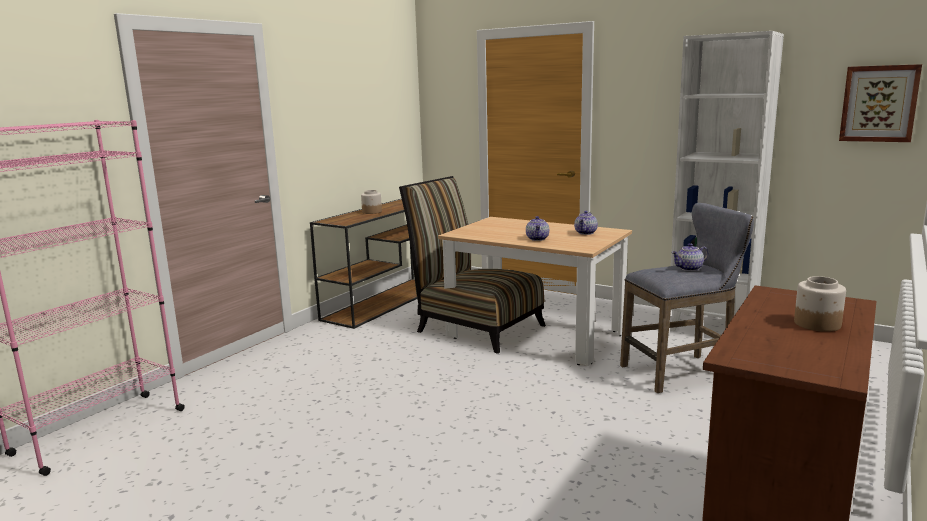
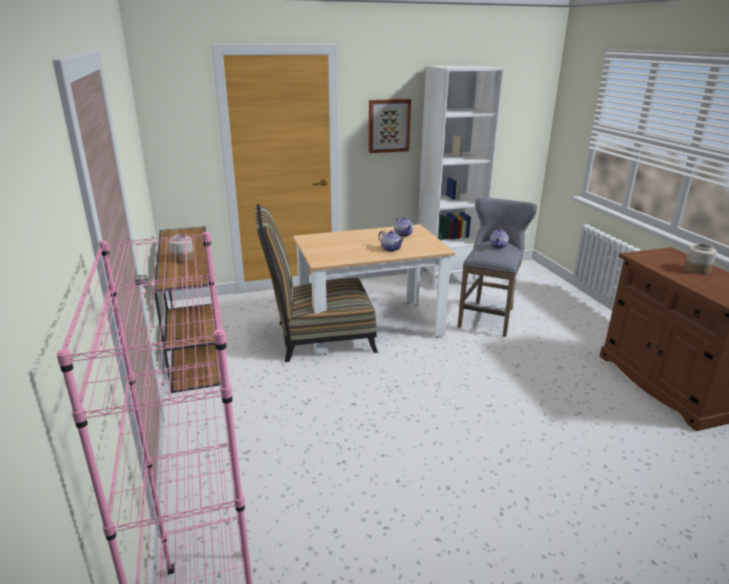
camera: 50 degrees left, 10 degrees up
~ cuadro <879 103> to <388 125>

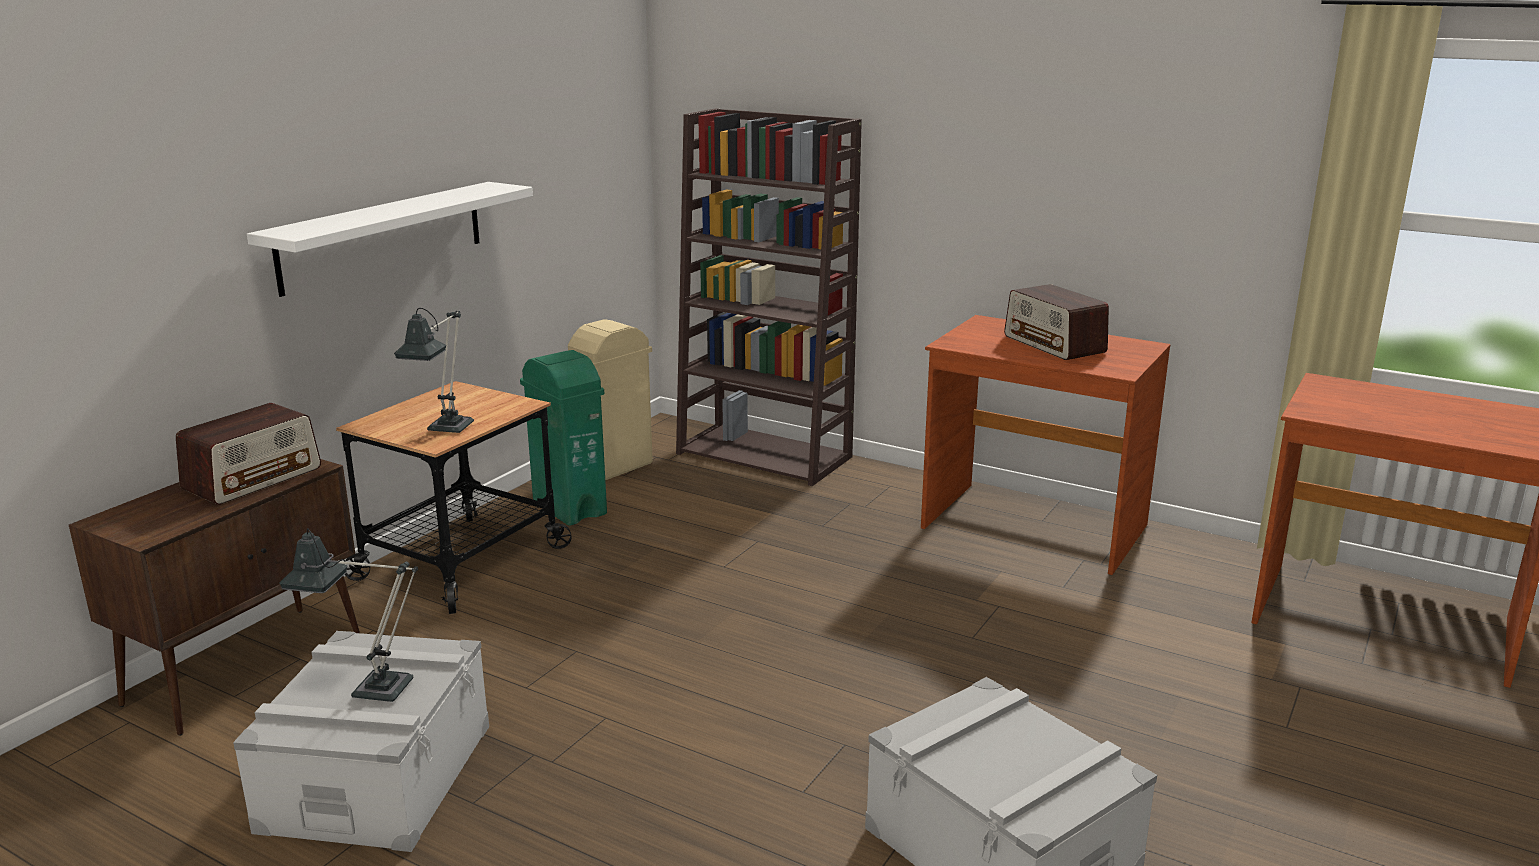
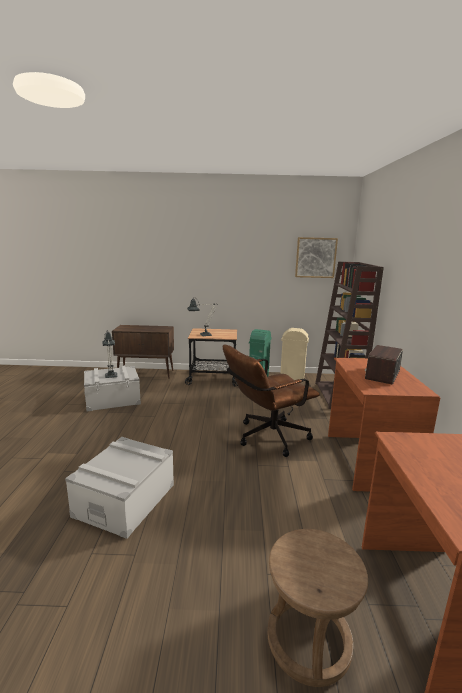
camera: 60 degrees right, 5 degrees down
- estante/blanco <383 236>
- radio <253 478>
+ cuadro <315 257>
+ silla de oficina/marrón <266 438>
+ taburete/marrón <308 639>

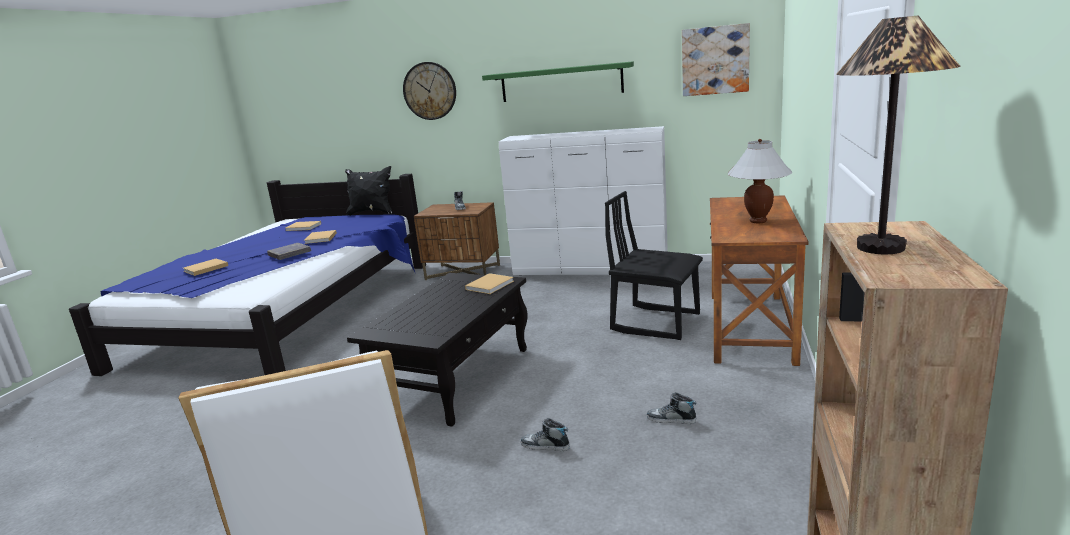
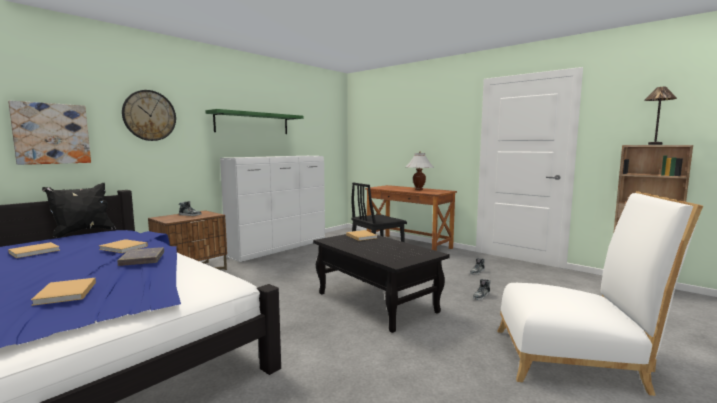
camera: 65 degrees left, 10 degrees down
~ cuadro <715 60> to <51 133>

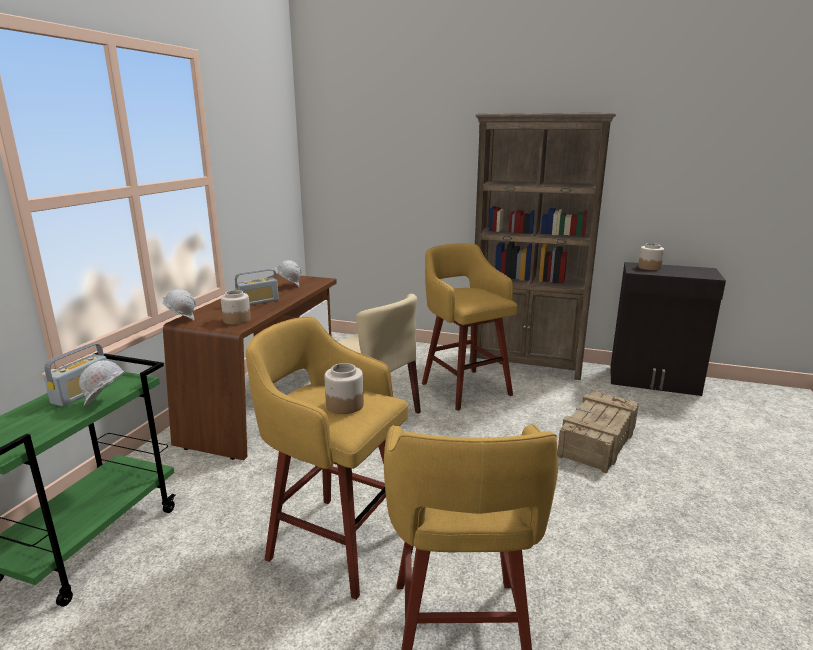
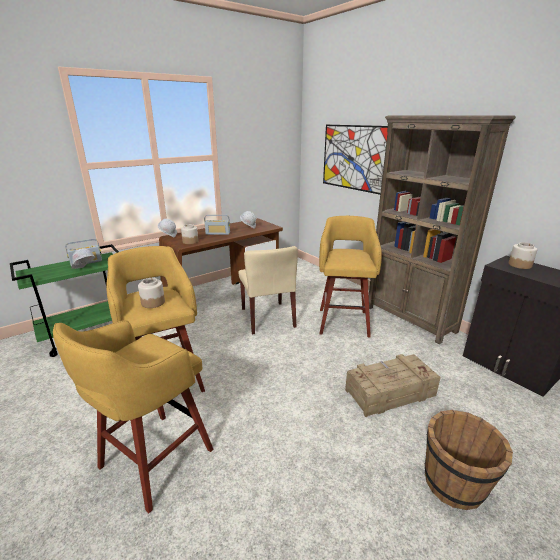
camera: 35 degrees right, 5 degrees up
+ cuadro <355 158>
+ cubo/marrón <454 483>

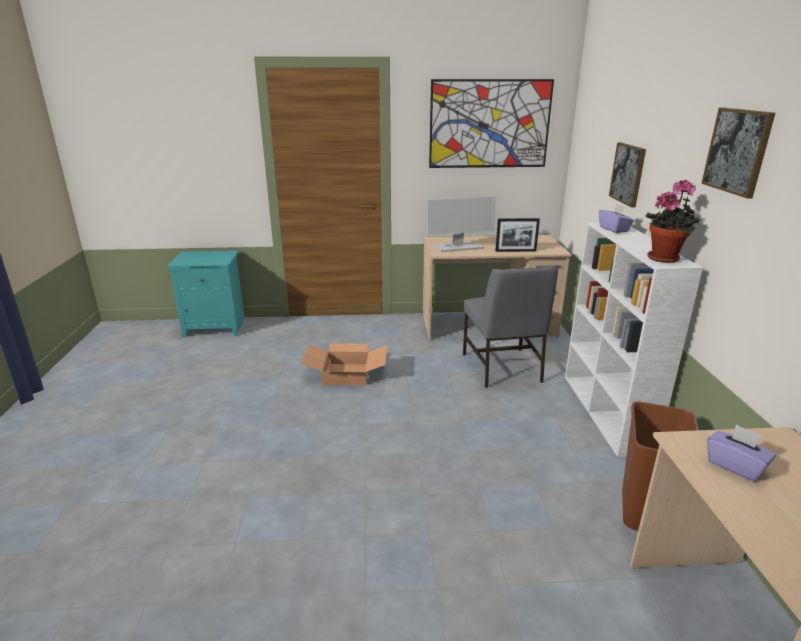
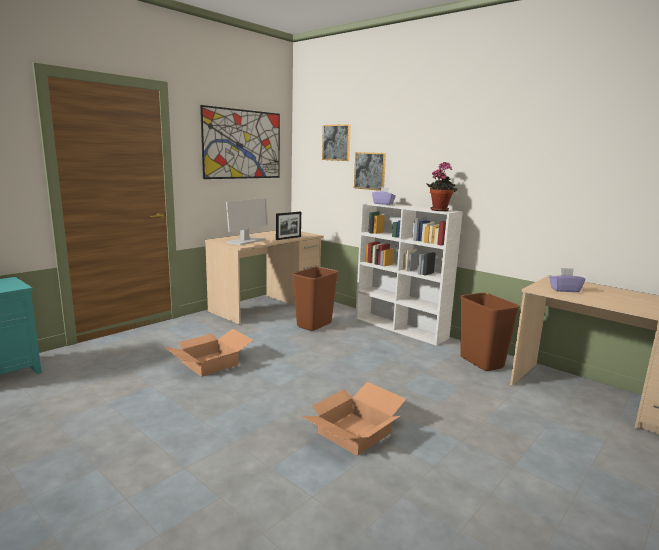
camera: 45 degrees left, 10 degrees down
~ cuadro <737 151> to <336 142>
~ silla/gris <502 368> to papelera/marrón <314 325>
+ caja de cartón <354 433>

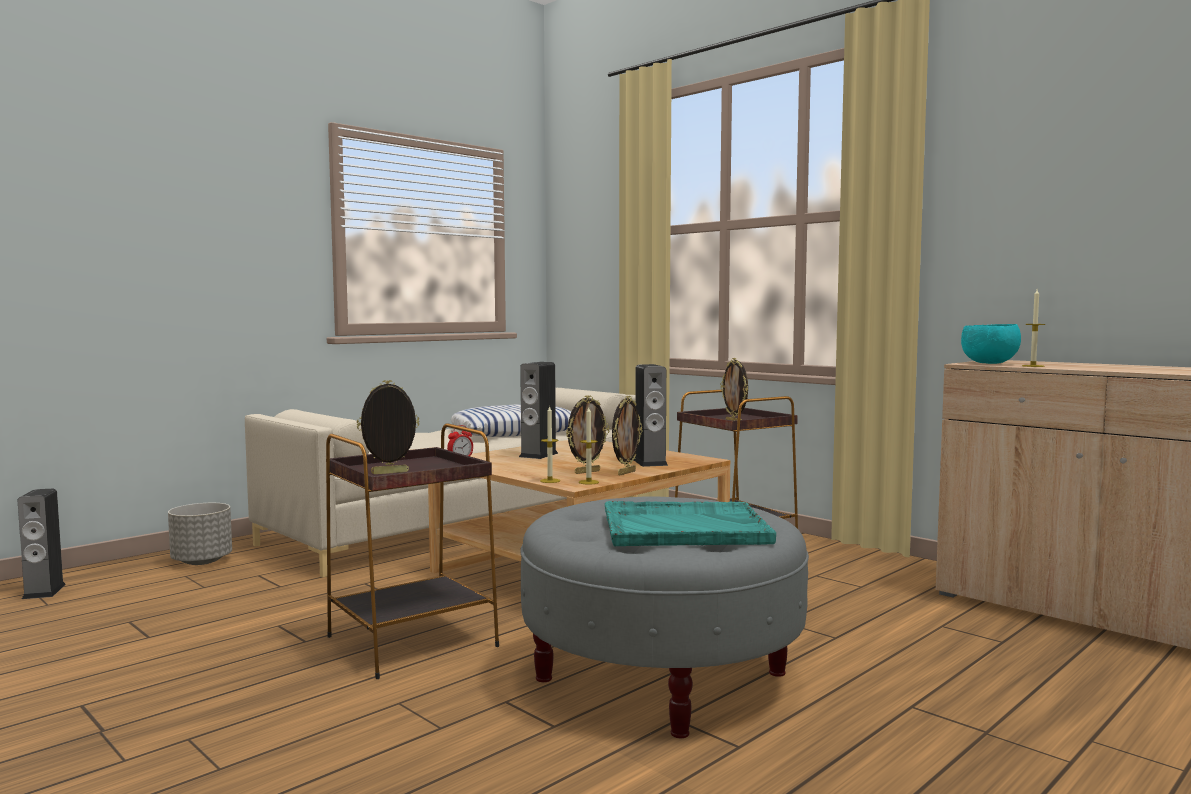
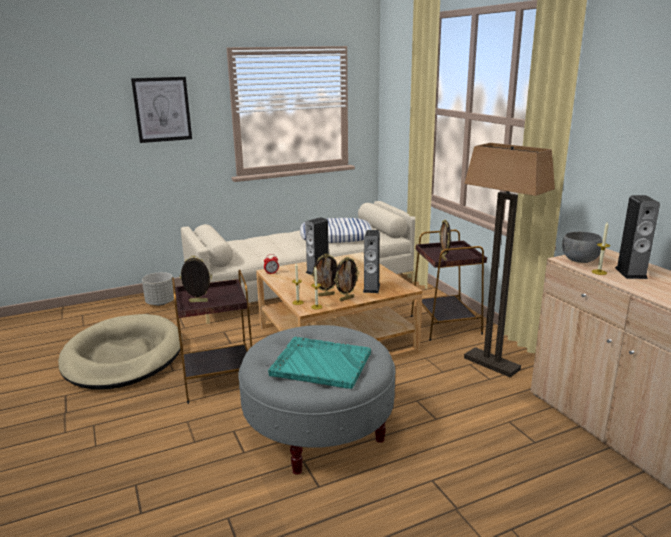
camera: 20 degrees right, 15 degrees up
~ cuenco/turquesa <989 363> to cuenco/gris <579 261>
~ altavoz <44 591> to <630 273>
+ cuadro <162 109>
+ lámpara de pie <492 364>
+ cama para perro/beis <123 356>

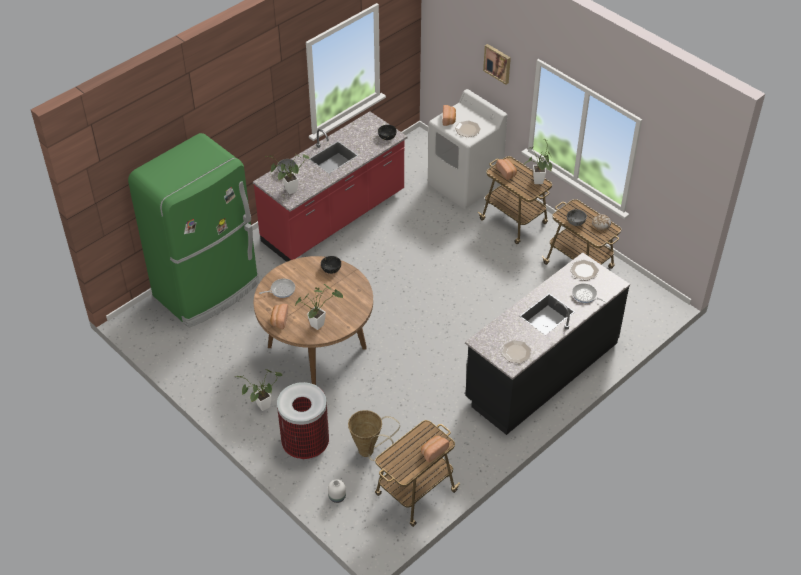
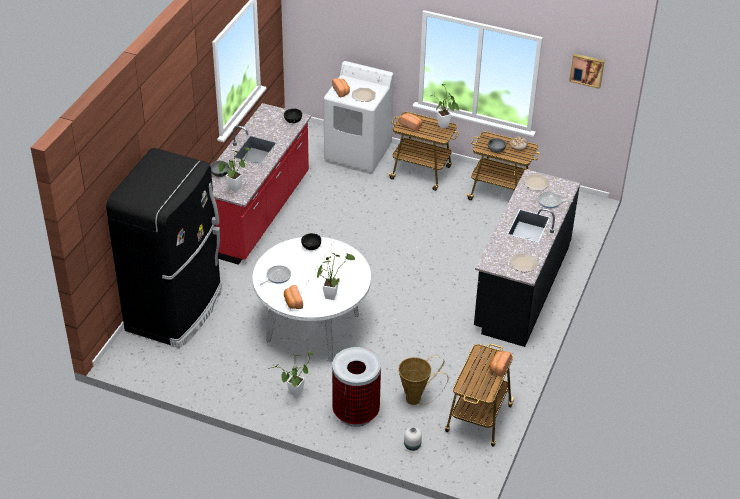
camera: 25 degrees left, 5 degrees down
~ cuadro <498 63> to <587 70>
~ nevera/verde <208 289> to nevera/negro <176 309>
~ mesa de comedor/marrón <317 347> to mesa de comedor/blanco <312 328>

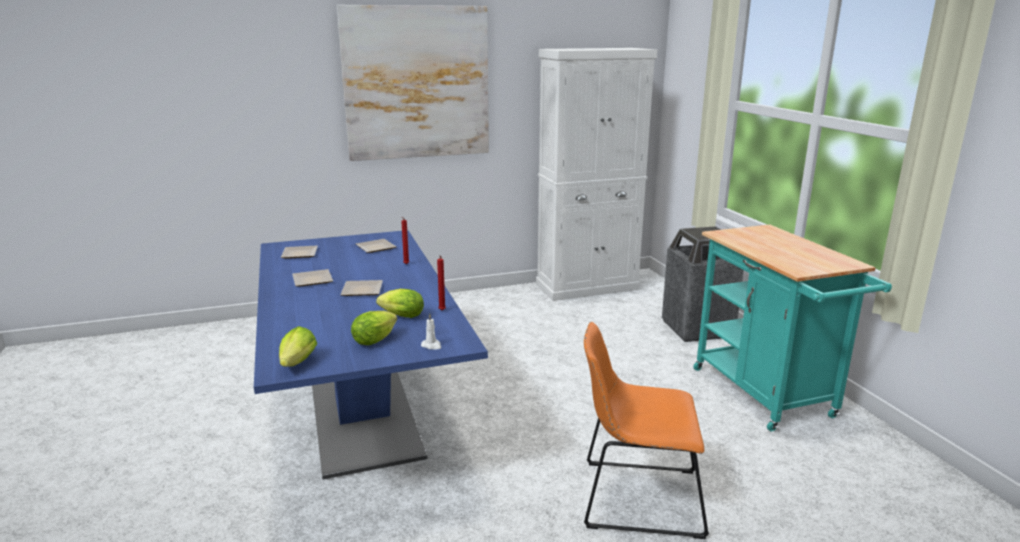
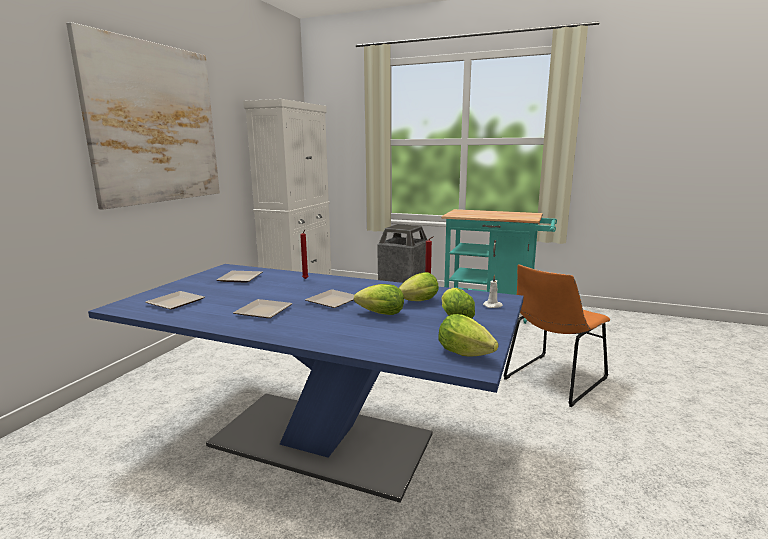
camera: 50 degrees left, 5 degrees down
+ lechuga <378 314>

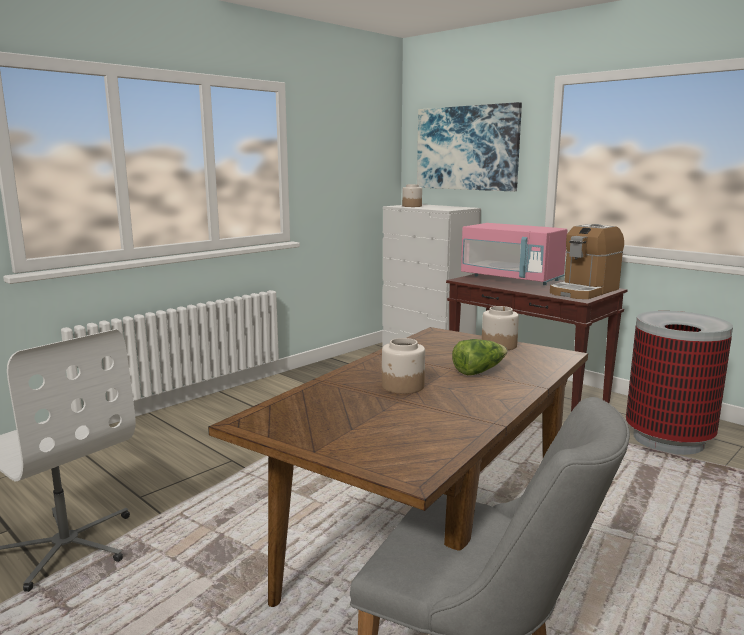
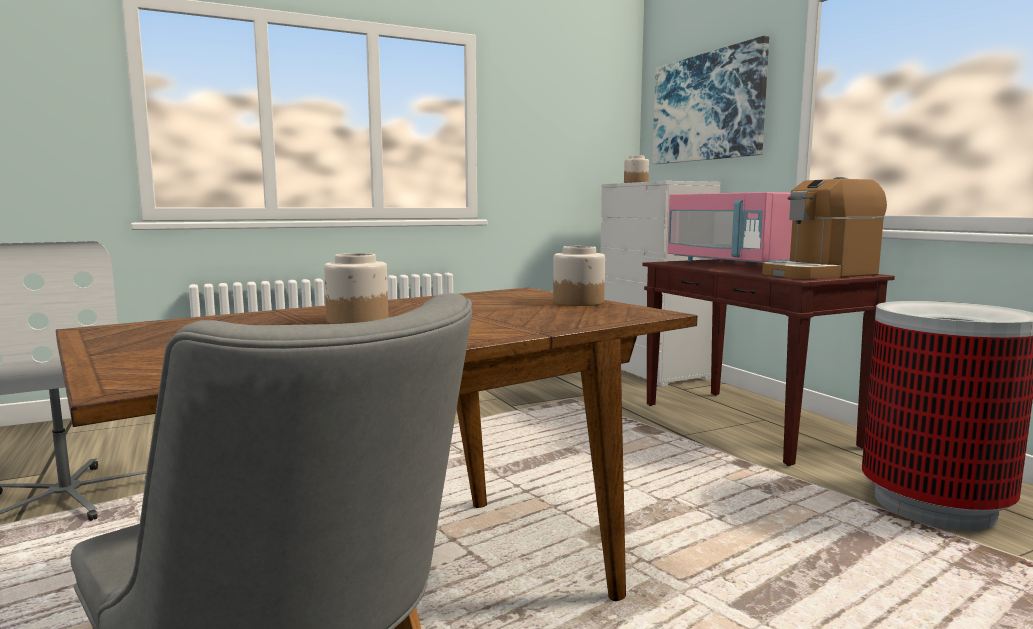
camera: 20 degrees right, 5 degrees down
- lechuga <478 371>

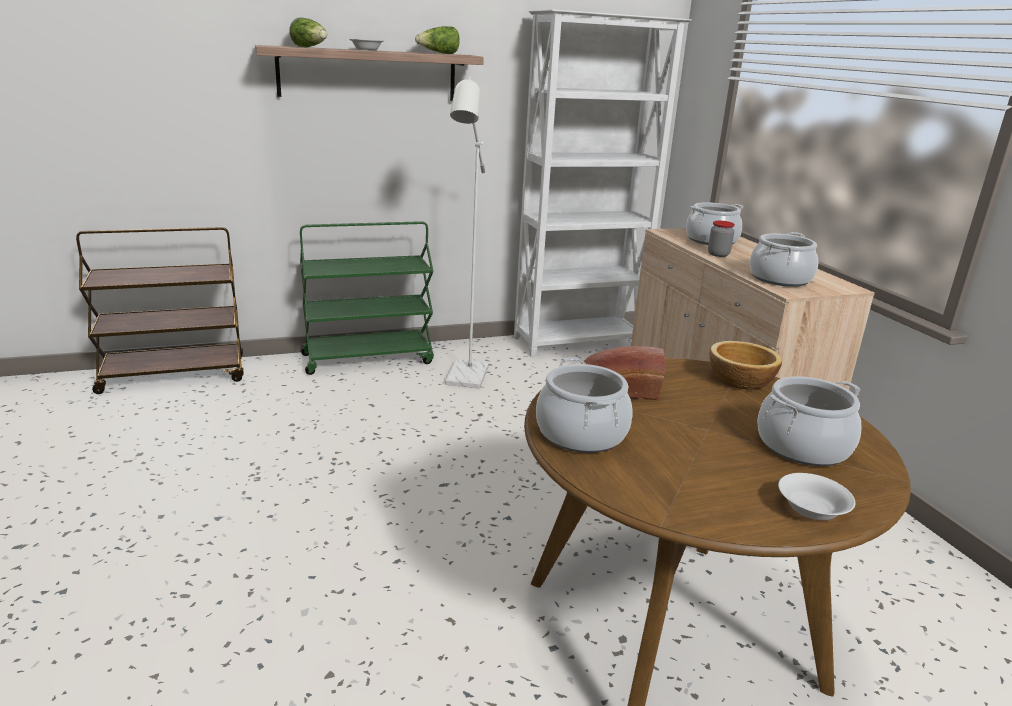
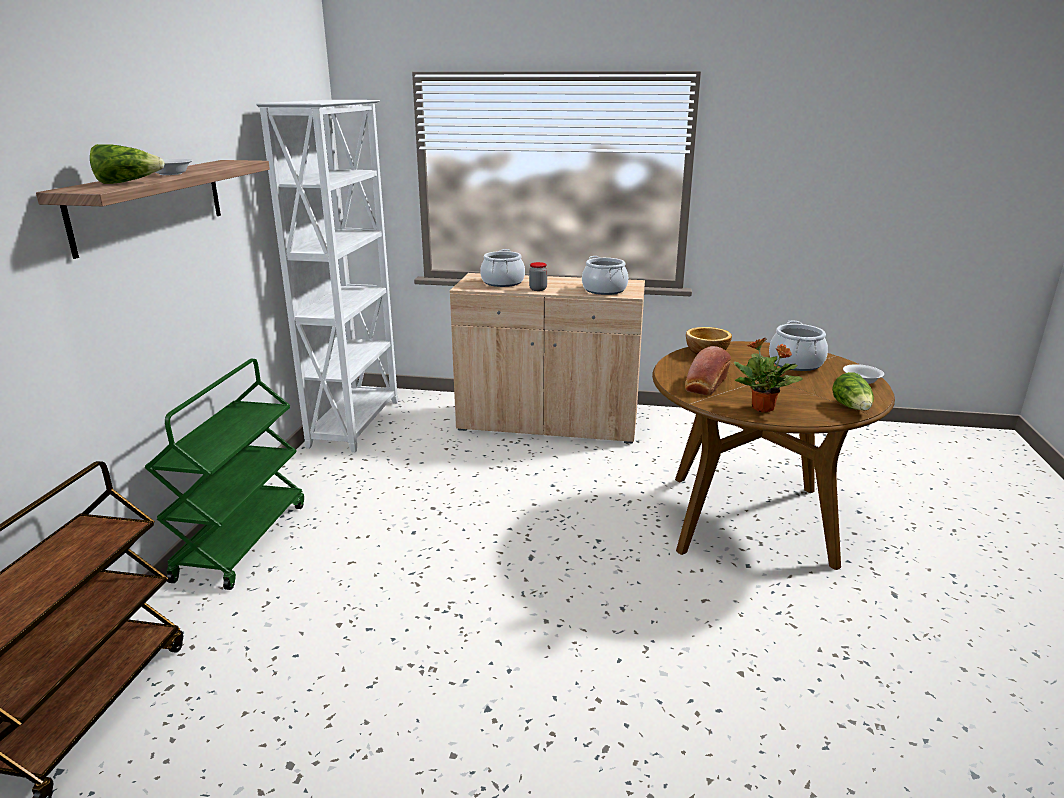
camera: 60 degrees left, 0 degrees up
~ lechuga <439 53> to <852 408>
- lámpara de pie/blanco <465 380>
~ olla <581 434> to planta en maceta <763 409>

